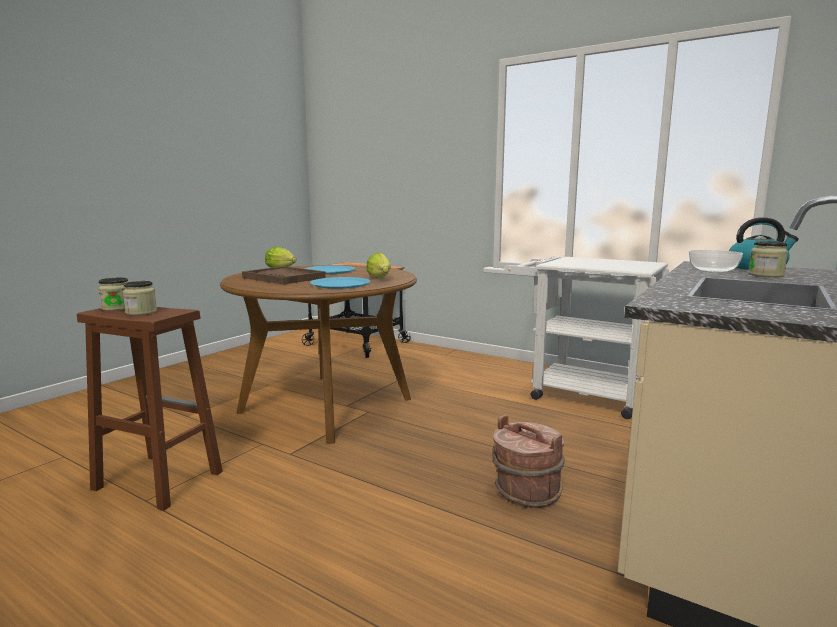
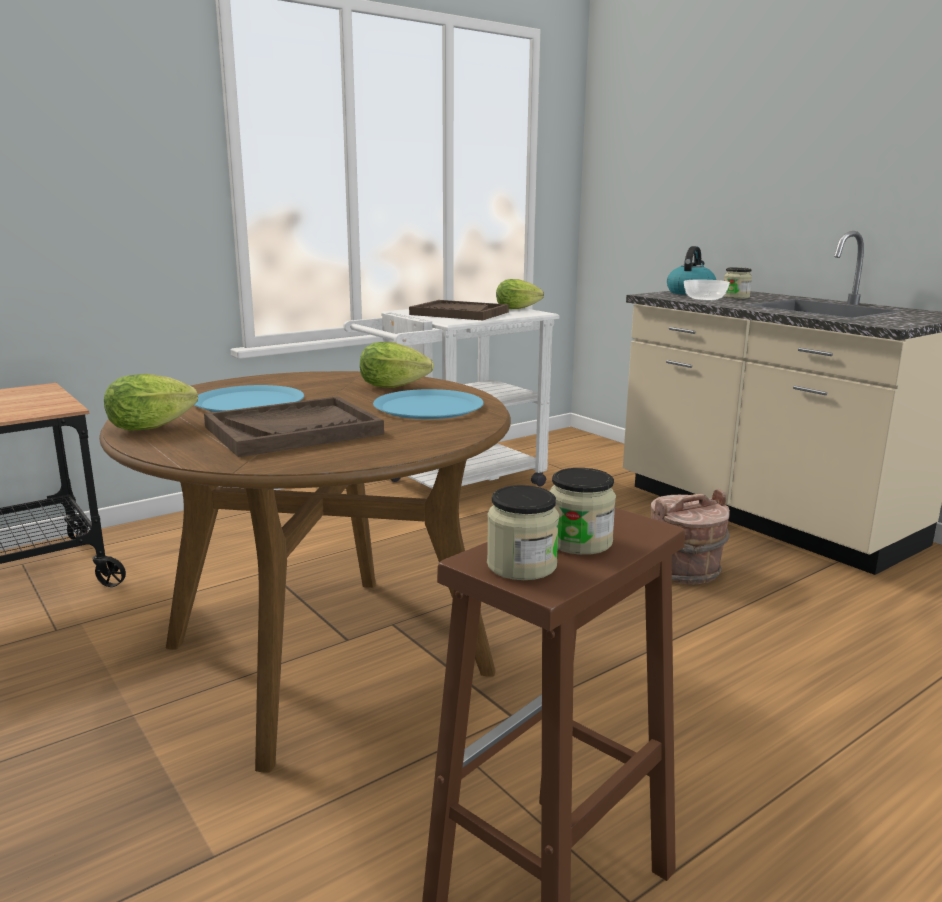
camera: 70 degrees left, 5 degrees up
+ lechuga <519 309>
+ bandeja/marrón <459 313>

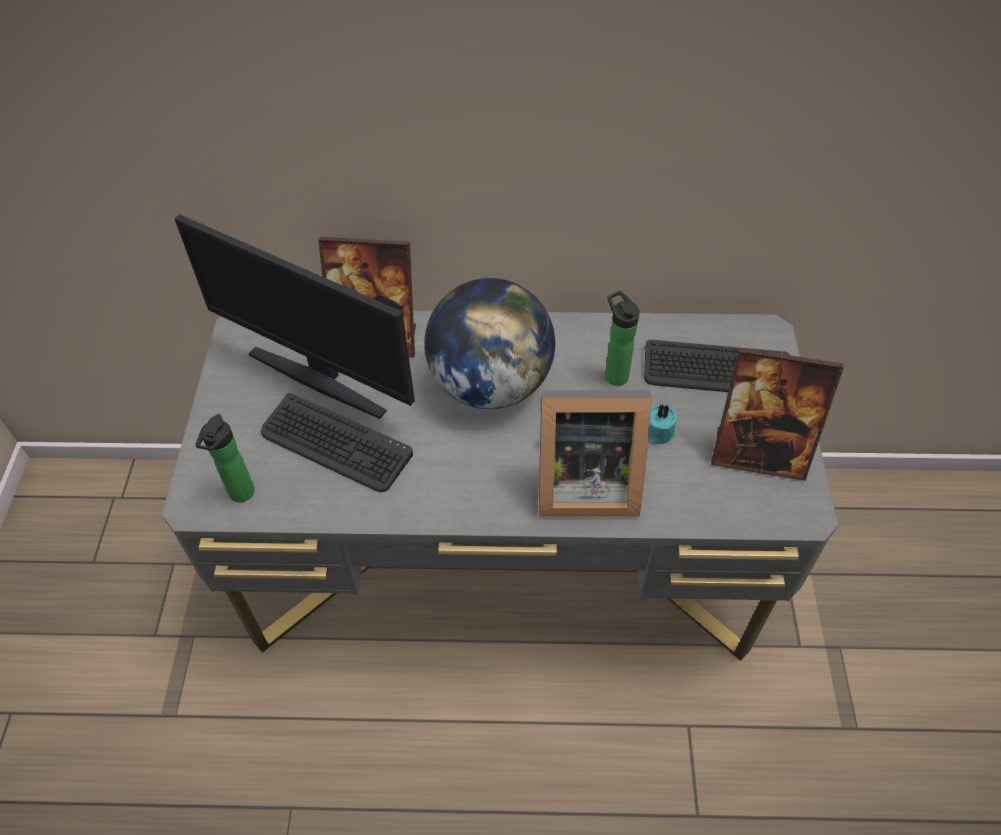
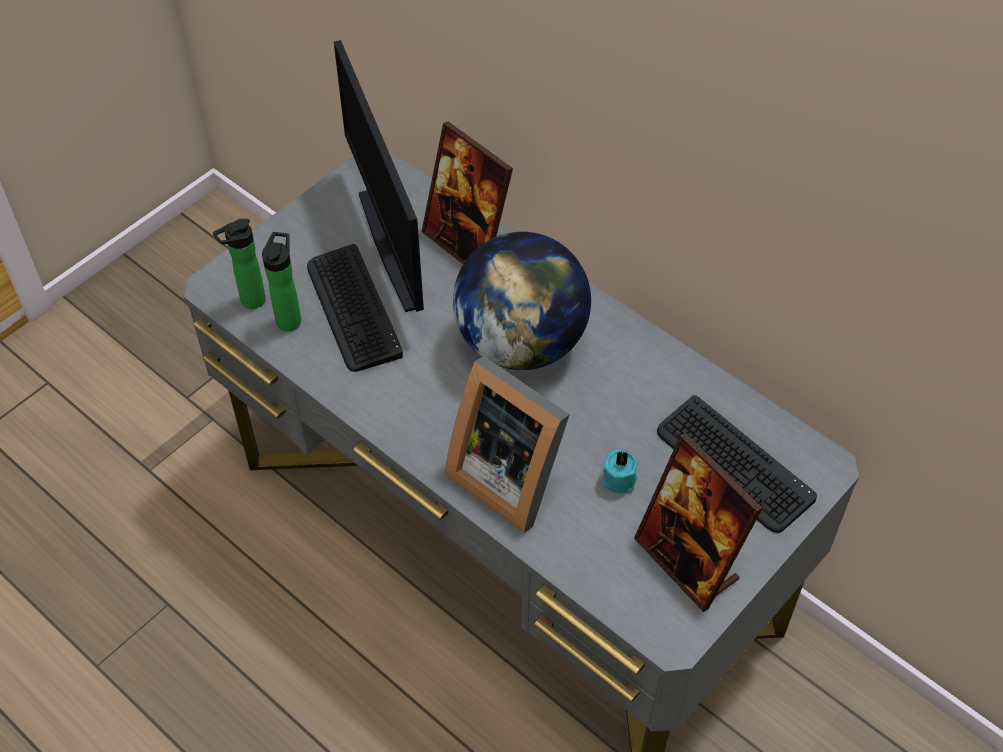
camera: 40 degrees right, 0 degrees up
~ botella <614 374> to <289 318>

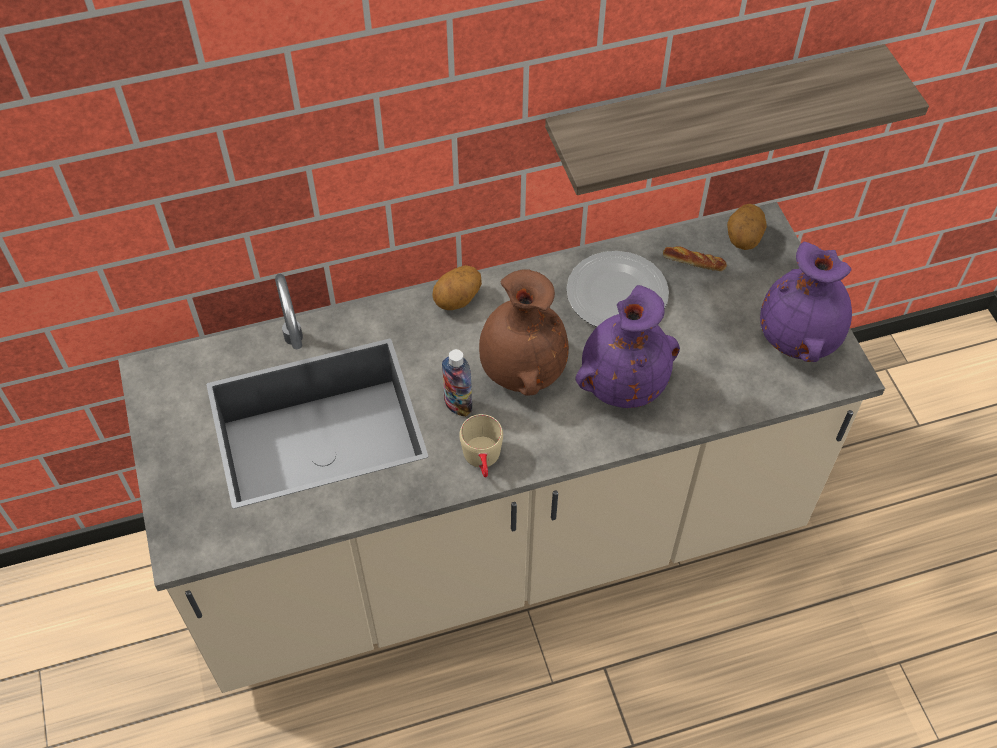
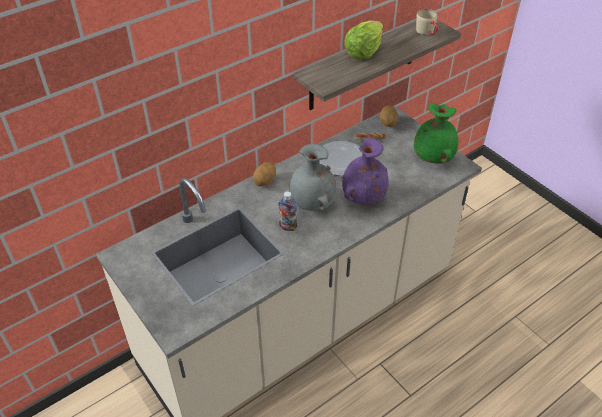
camera: 20 degrees left, 10 degrees down
~ florero/morado <799 338> to florero/verde <434 157>
~ florero/marrón <521 369> to florero/gris <311 203>
~ taza grande/beis <483 460> to <427 32>
+ lechuga <363 52>

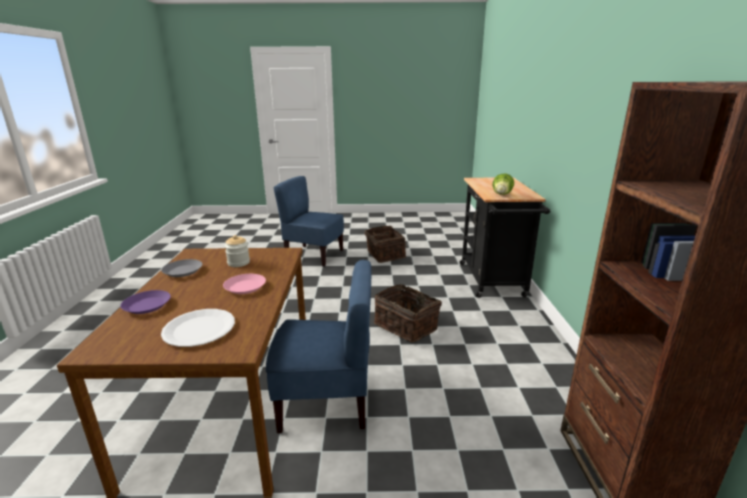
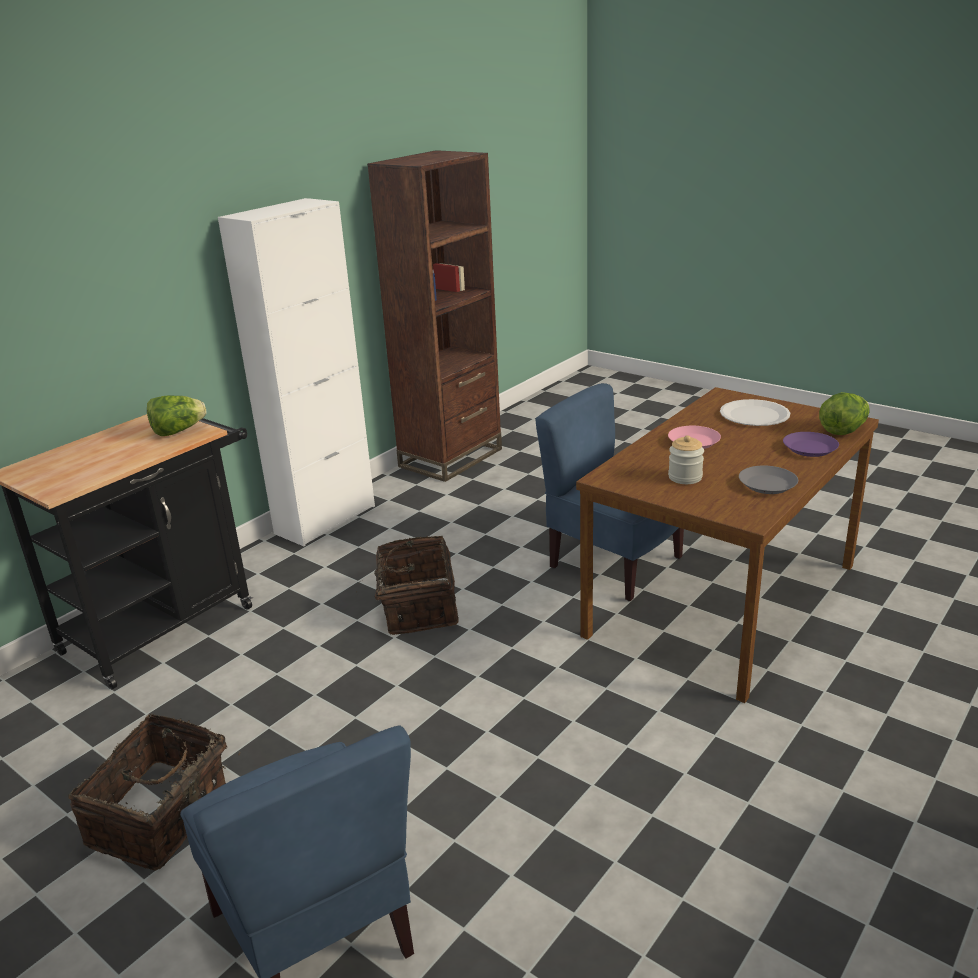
camera: 140 degrees left, 5 degrees up
+ armario/blanco <325 519>
+ lechuga <843 430>

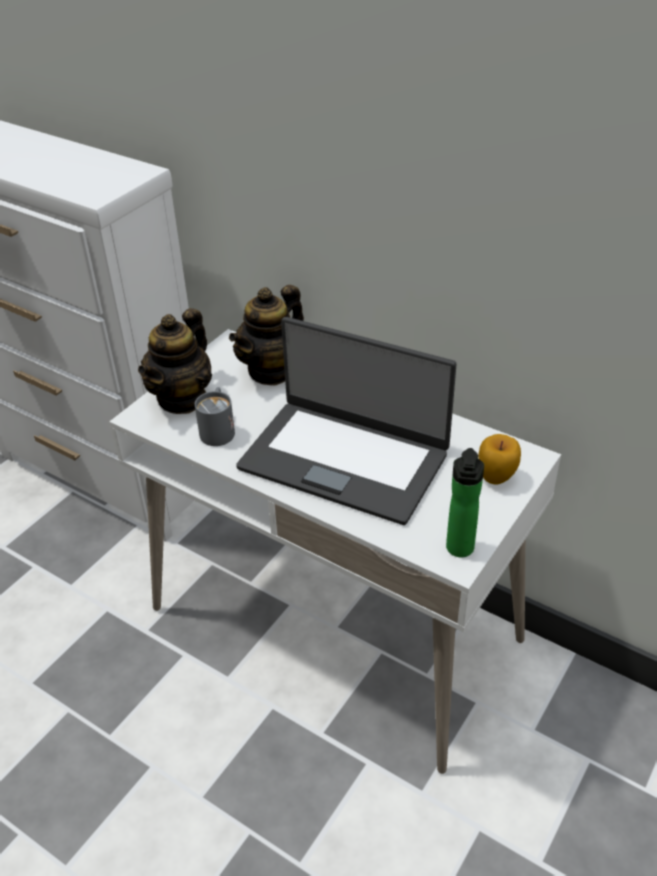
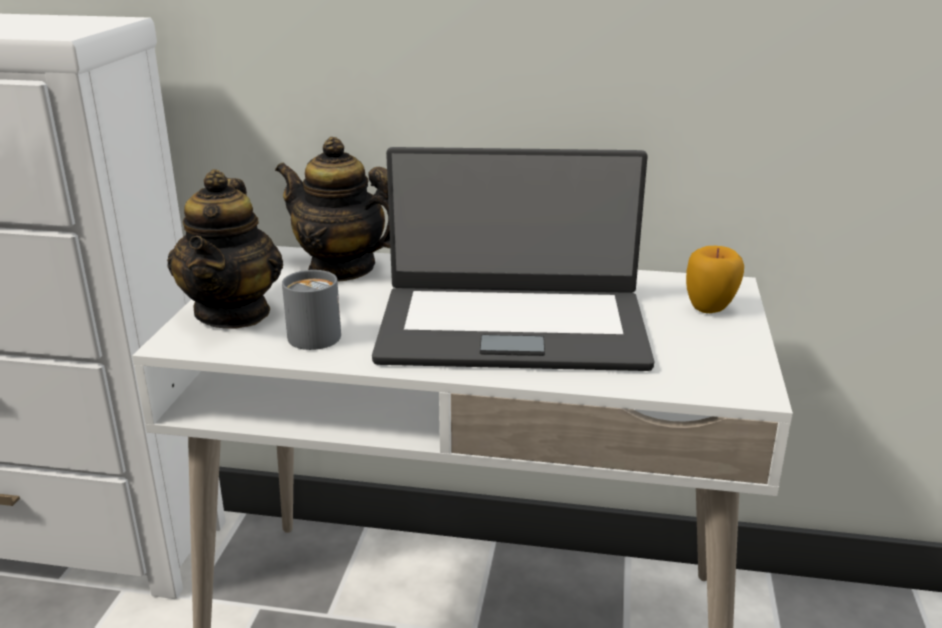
camera: 25 degrees left, 15 degrees down
~ tetera <272 370> = <342 268> 105 degrees clockwise
- botella <459 551>

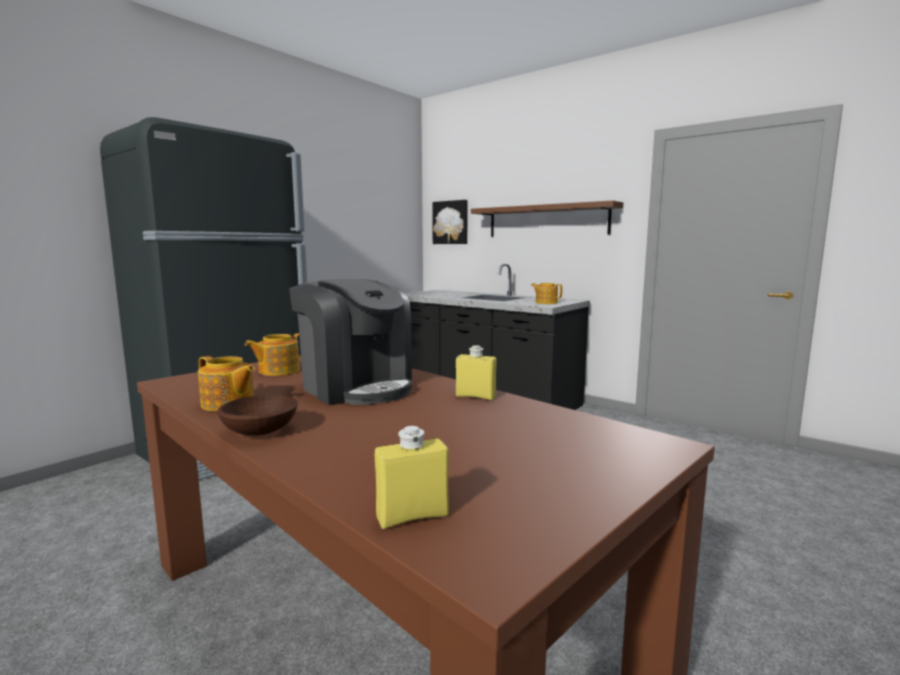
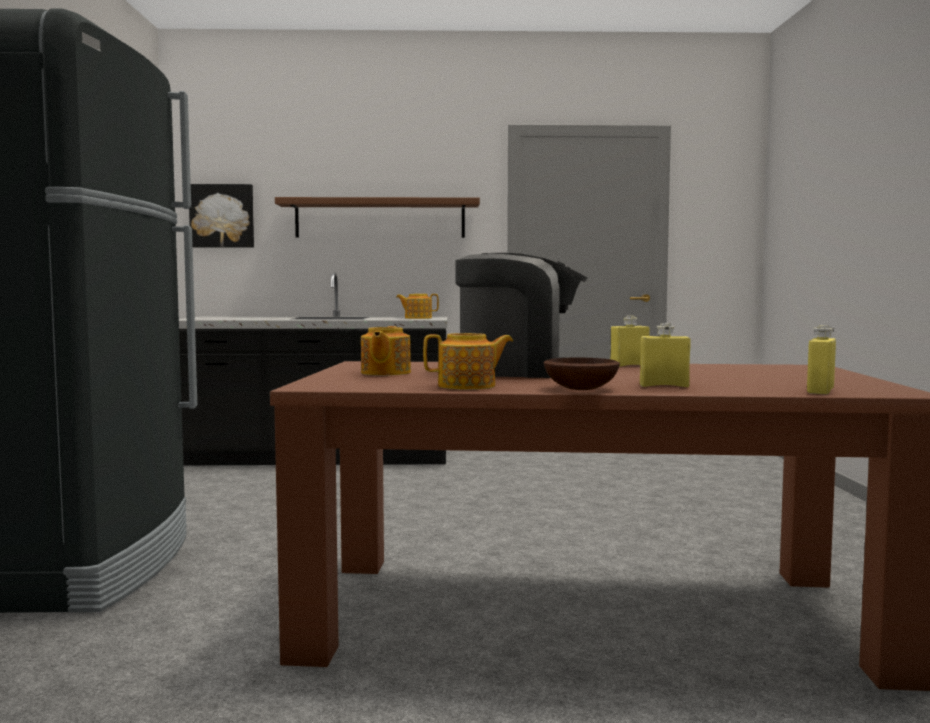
camera: 40 degrees left, 5 degrees down
+ botella/amarillo <664 386>

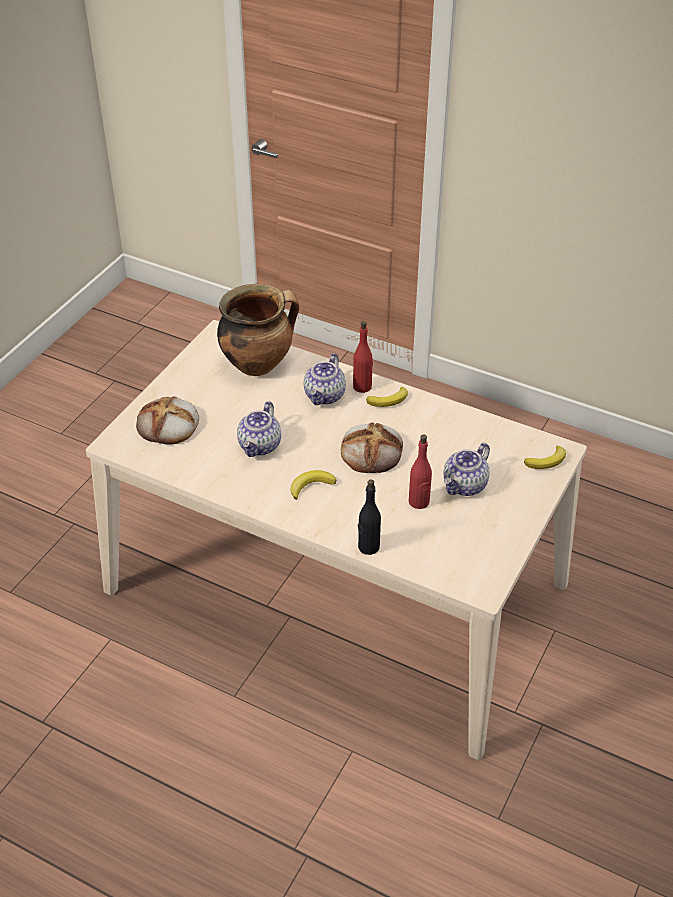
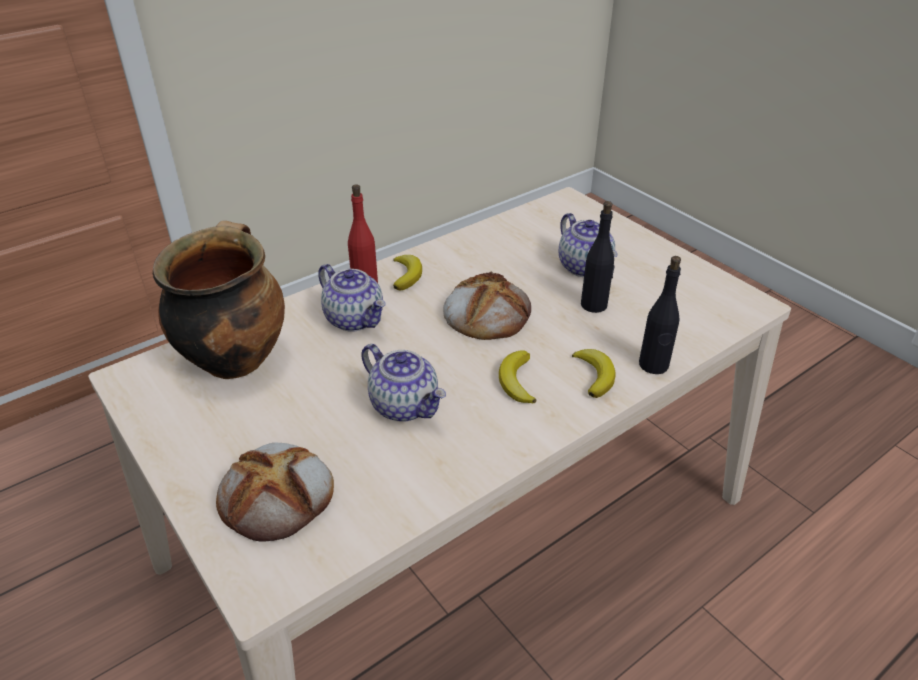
camera: 65 degrees left, 5 degrees down
~ botella/rojo <419 502> to botella/negro <594 305>
~ plátano <547 461> to <595 375>

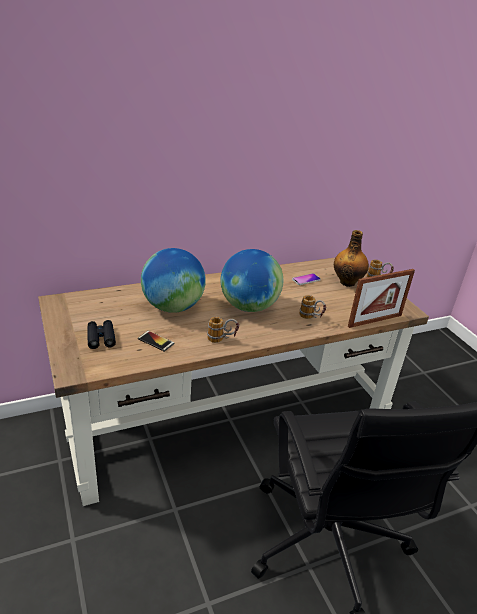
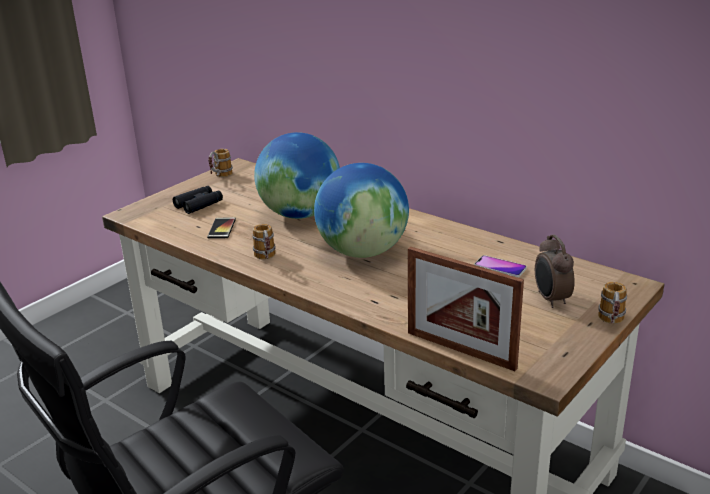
camera: 65 degrees right, 5 degrees down
~ botella <347 282> to despertador <551 299>
~ taza grande <311 318> to <220 177>

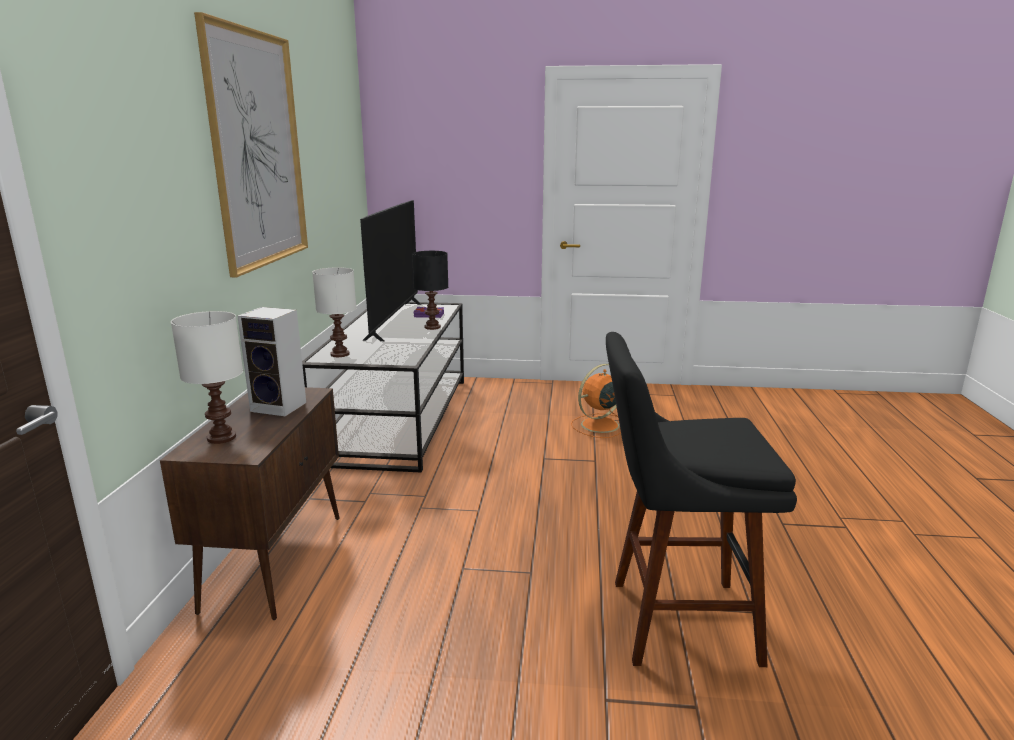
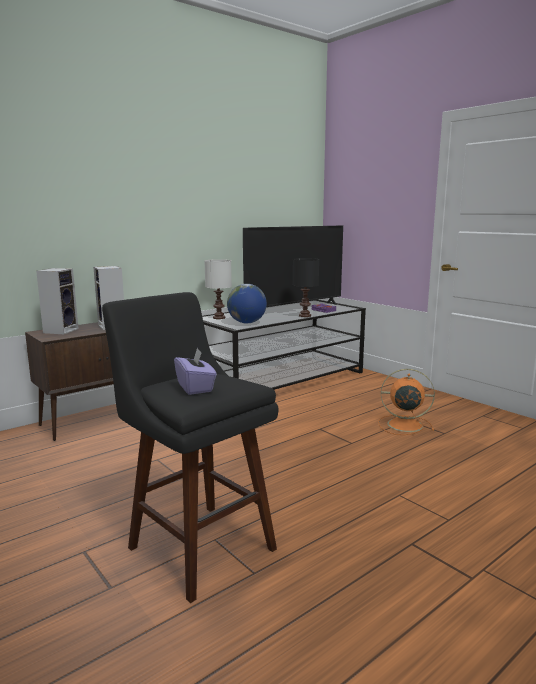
camera: 45 degrees right, 5 degrees down
- cuadro <257 150>
~ lámpara de mesa/blanco <220 437> to altavoz <61 330>
+ globo terráqueo <247 323>
+ caja de pañuelos/morado <195 387>

